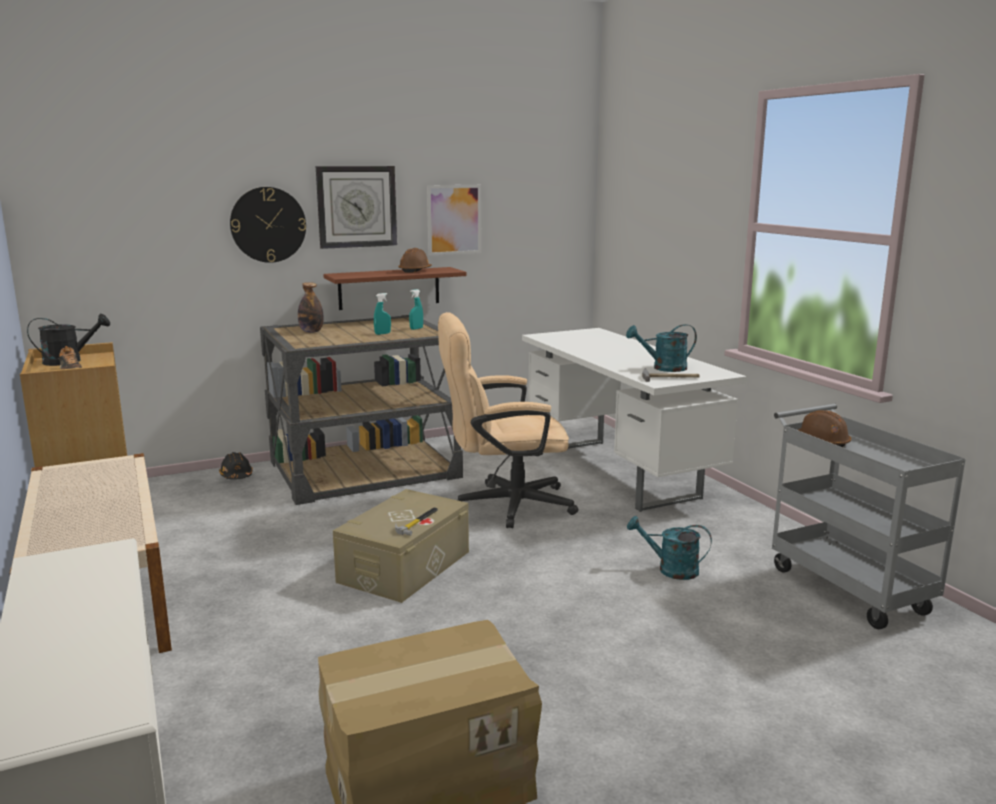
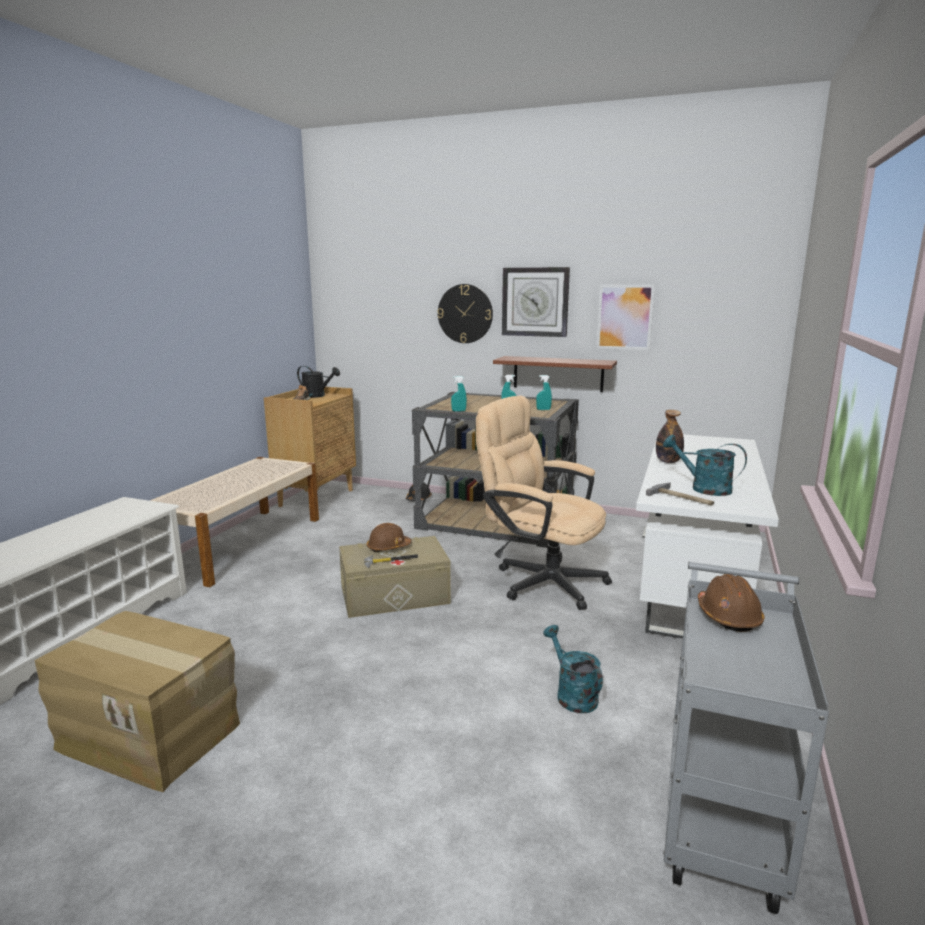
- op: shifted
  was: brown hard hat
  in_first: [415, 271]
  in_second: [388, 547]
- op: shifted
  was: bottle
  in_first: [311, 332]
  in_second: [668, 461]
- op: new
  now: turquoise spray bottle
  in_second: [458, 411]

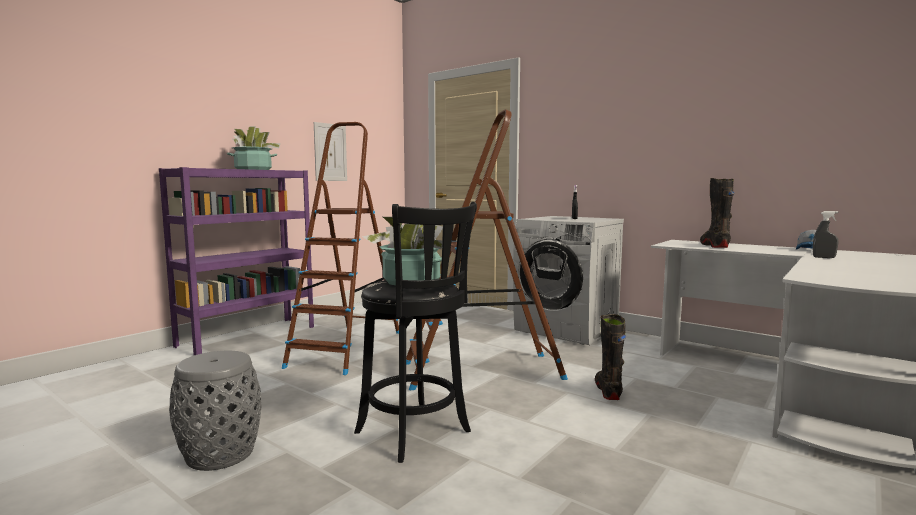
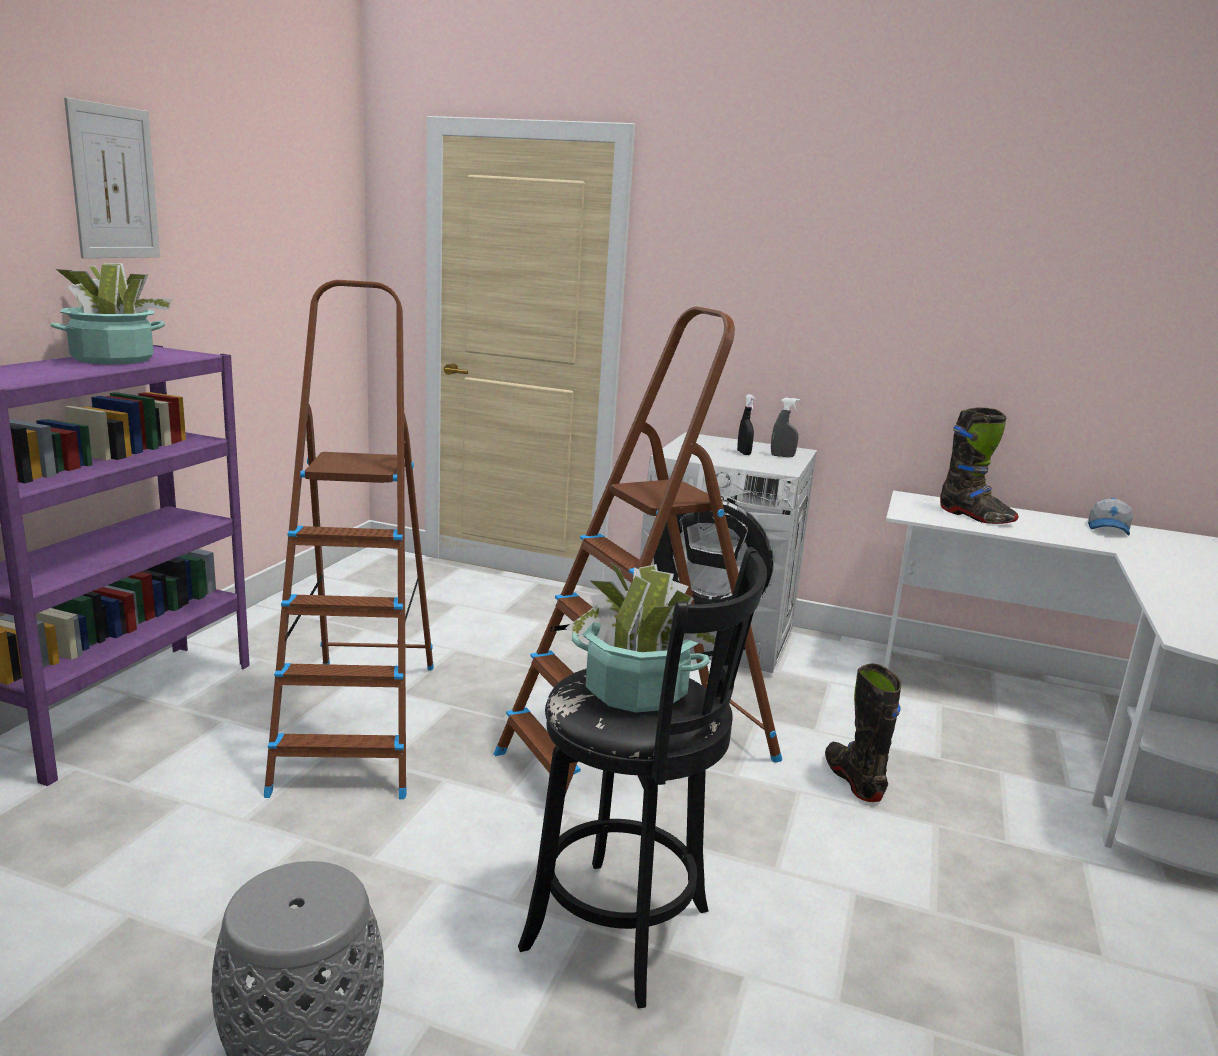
- op: shifted
  was: picture
  in_first: [330, 152]
  in_second: [114, 182]
- op: rotated
  was: black boot
  in_first: [714, 246]
  in_second: [975, 517]
  clockwise: 150
- op: shifted
  was: grey spray bottle
  in_first: [824, 257]
  in_second: [782, 456]

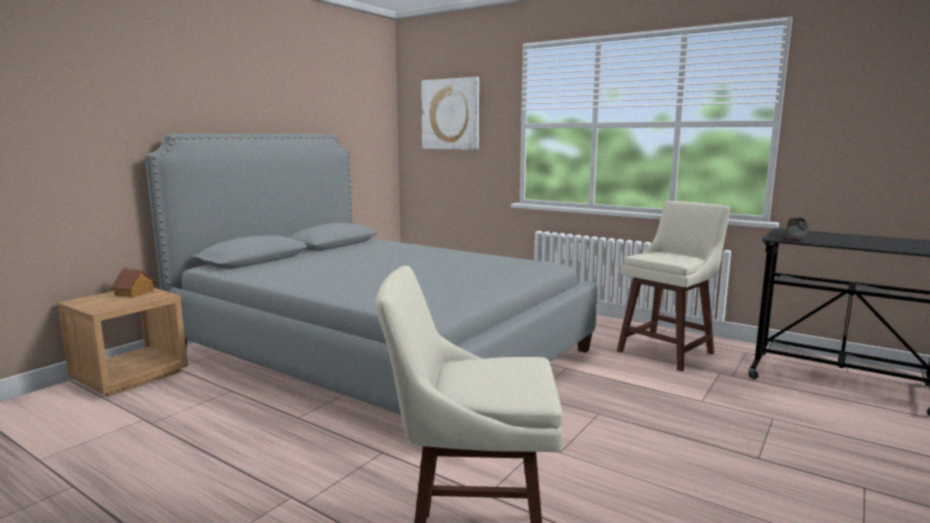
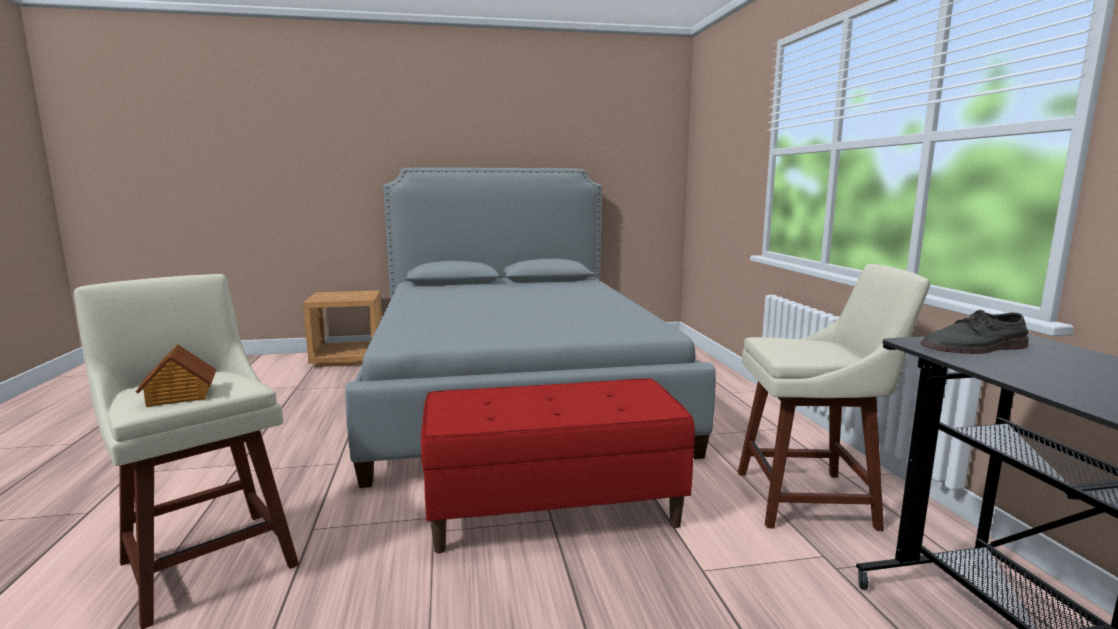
- op: gone
  was: picture
  in_first: [450, 114]
- op: shifted
  was: toy house
  in_first: [135, 293]
  in_second: [179, 396]
- op: new
  now: red bench
  in_second: [553, 510]

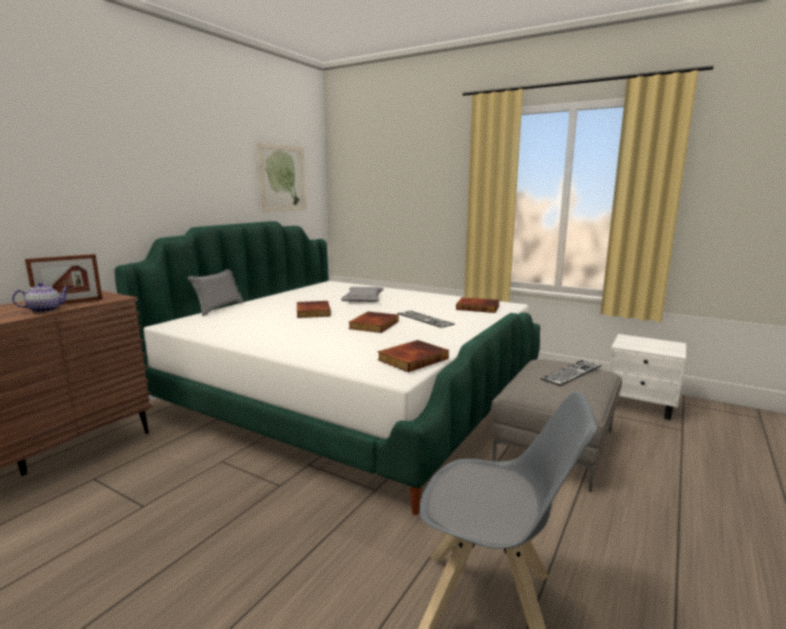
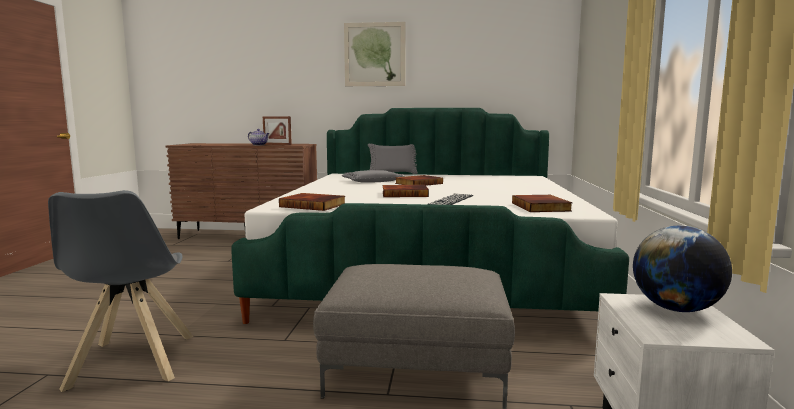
- op: shifted
  was: picture
  in_first: [282, 178]
  in_second: [374, 54]
- op: shifted
  was: grey pillow
  in_first: [363, 299]
  in_second: [373, 181]
- op: gone
  was: keyboard
  in_first: [571, 372]
- op: new
  now: globe
  in_second: [676, 309]

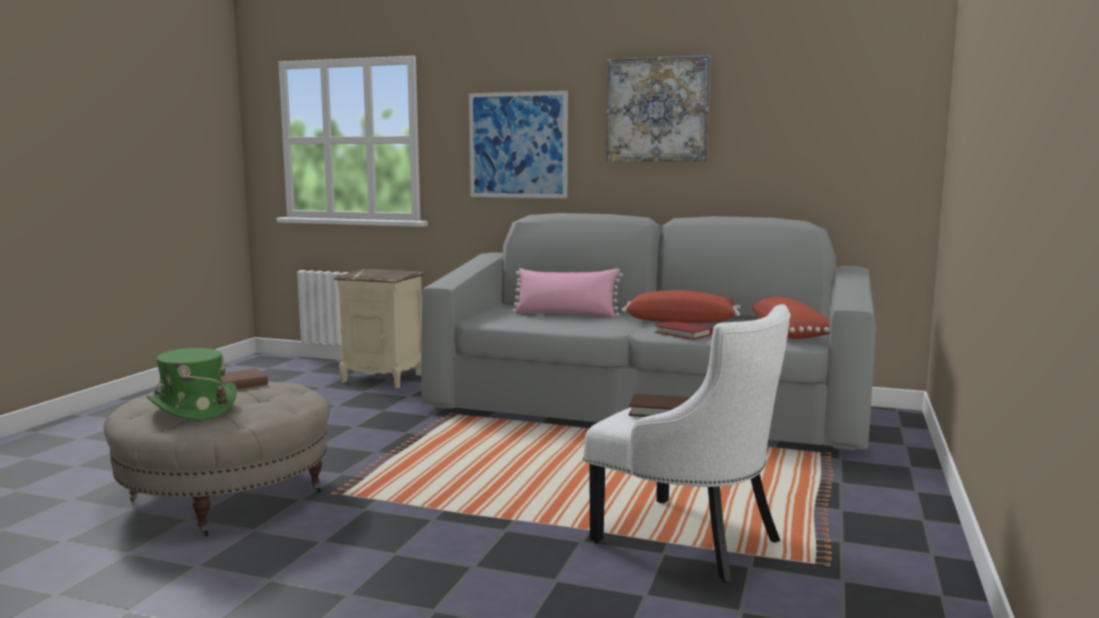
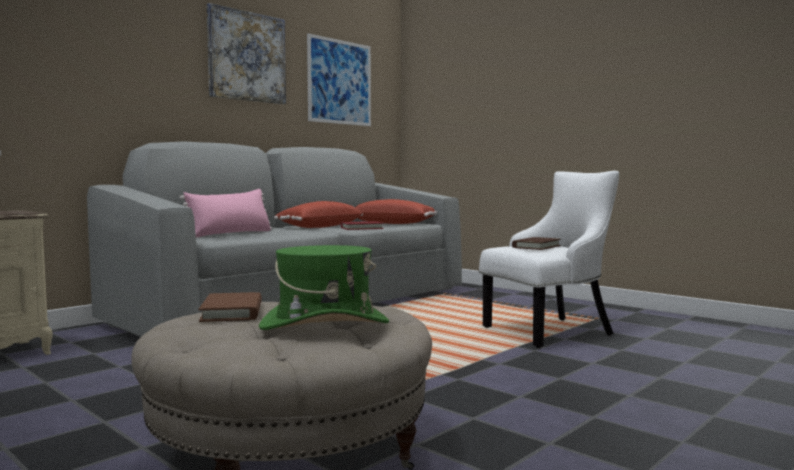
- op: shifted
  was: picture
  in_first: [518, 145]
  in_second: [340, 82]

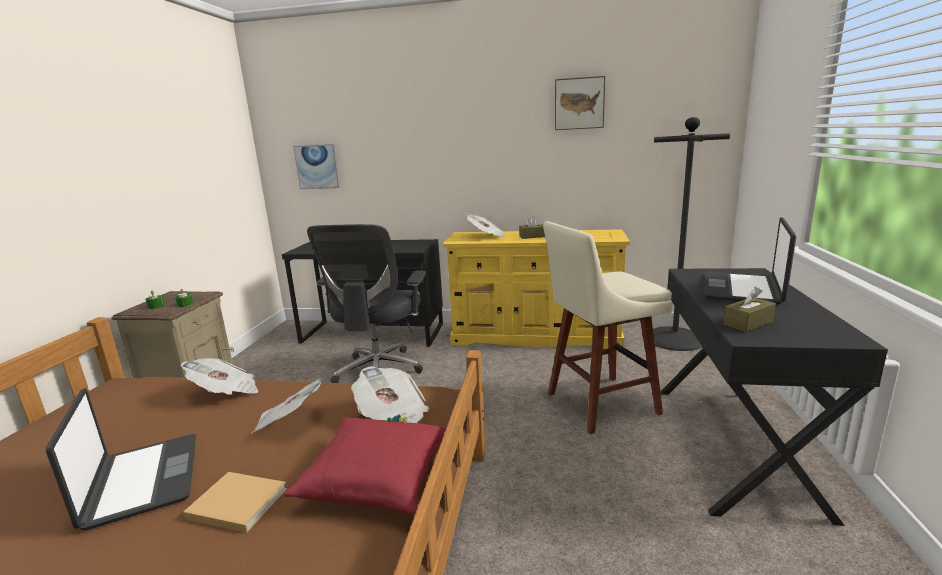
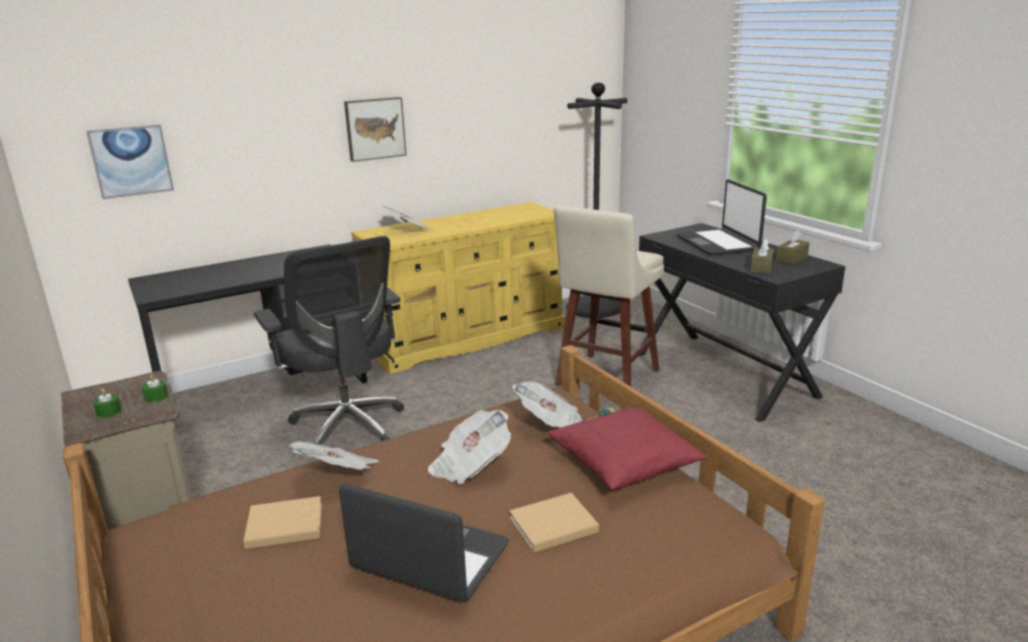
- op: shifted
  was: picture
  in_first: [579, 103]
  in_second: [374, 128]
- op: shifted
  was: brown tissue box
  in_first: [532, 236]
  in_second: [791, 258]
- op: new
  now: beige book
  in_second: [282, 525]

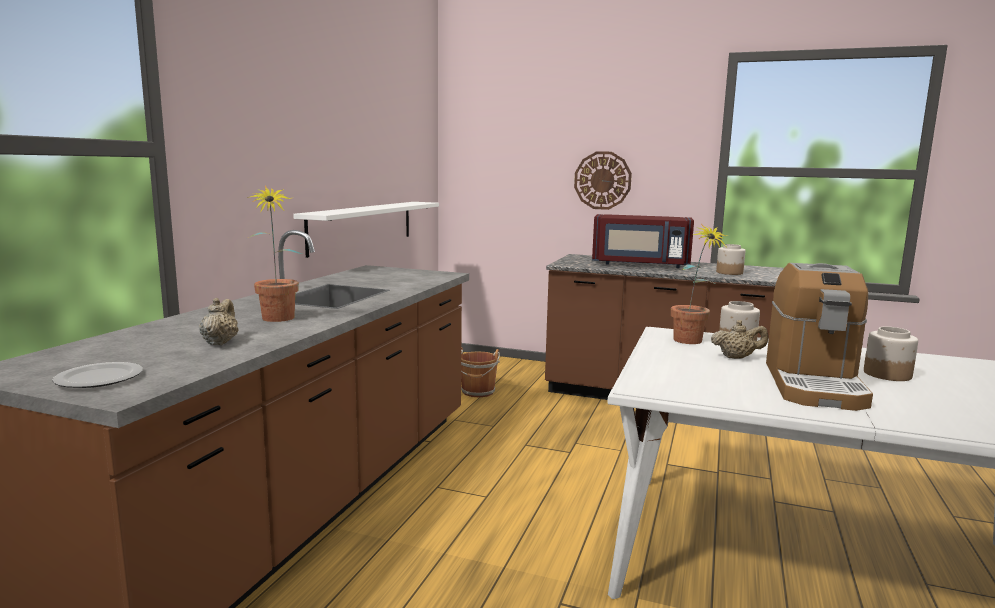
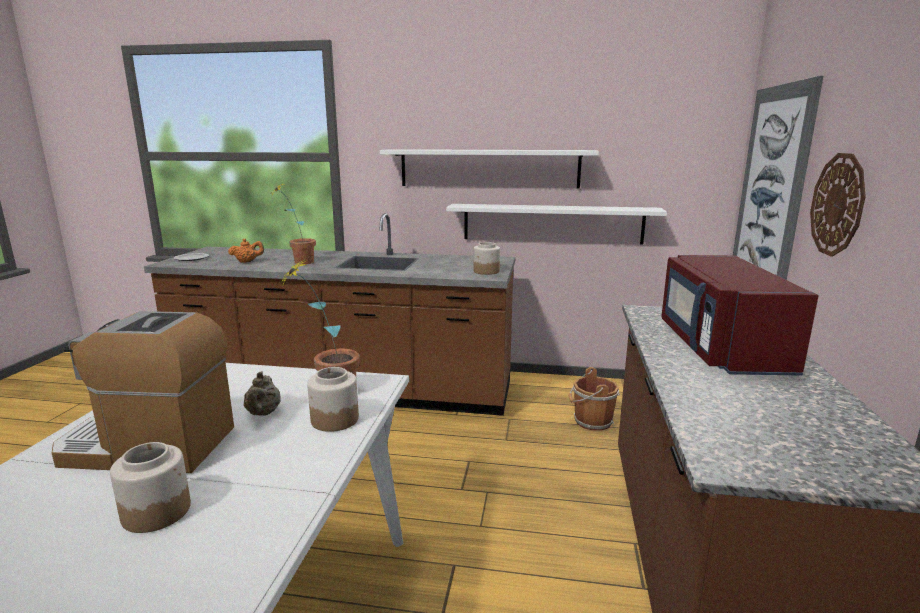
- op: shifted
  was: jar
  in_first: [729, 272]
  in_second: [486, 271]
- op: repainted
  was: beige teapot
  now: orange teapot
  in_first: [220, 342]
  in_second: [247, 262]
- op: new
  now: picture
  in_second: [770, 192]
- op: new
  now: white shelf
  in_second: [489, 168]

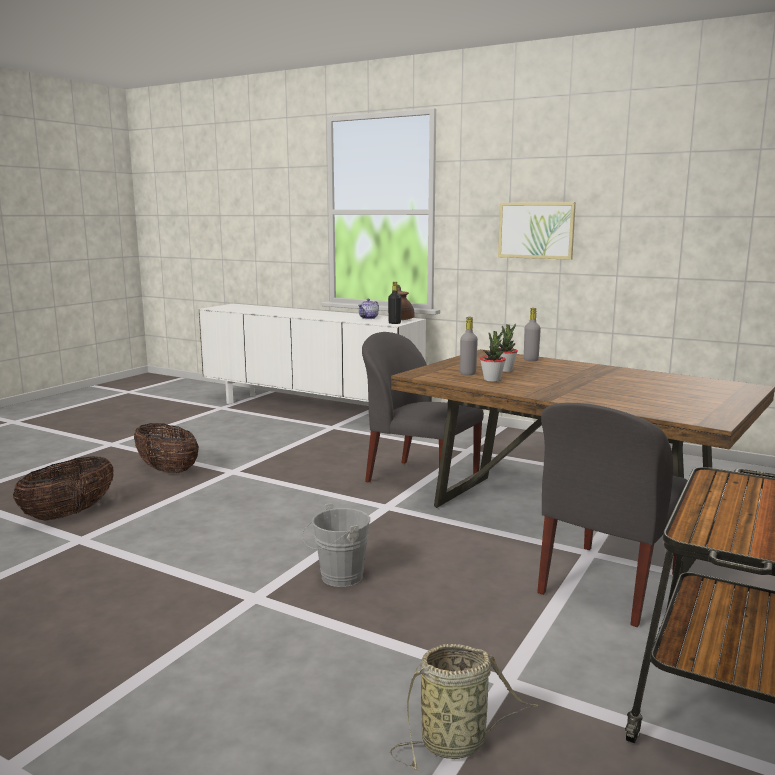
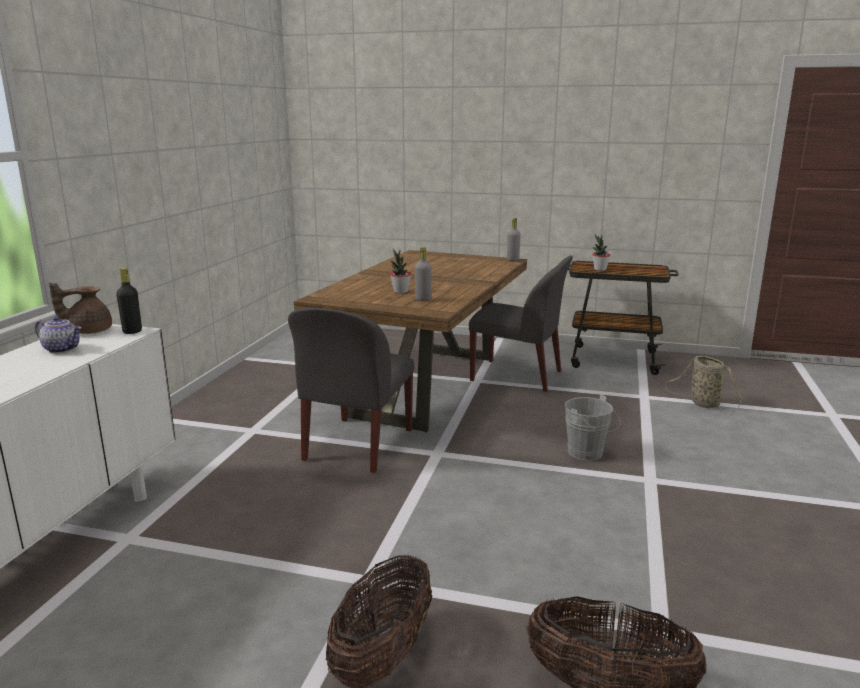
- op: gone
  was: picture
  in_first: [536, 230]
- op: shifted
  was: grey bottle
  in_first: [531, 360]
  in_second: [513, 259]
- op: shifted
  was: potted plant
  in_first: [492, 380]
  in_second: [600, 269]

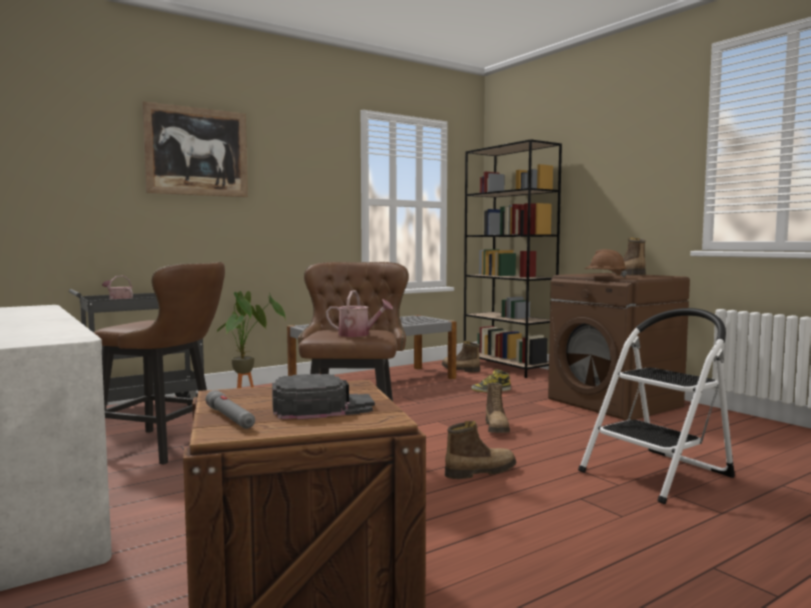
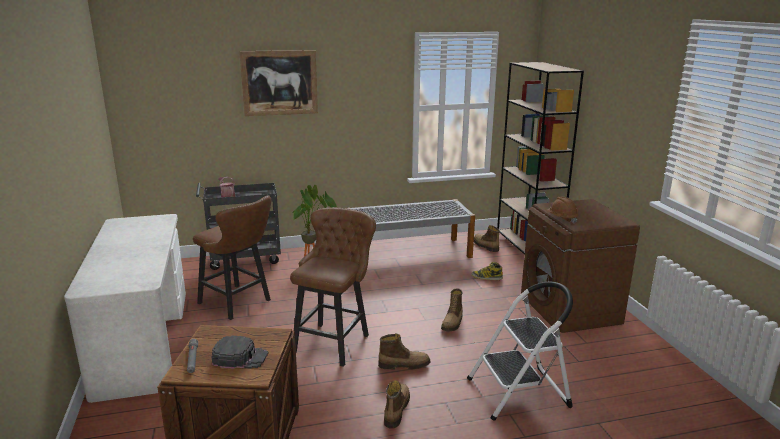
- op: shifted
  was: boot
  in_first: [627, 275]
  in_second: [396, 410]
- op: gone
  was: watering can
  in_first: [358, 334]

